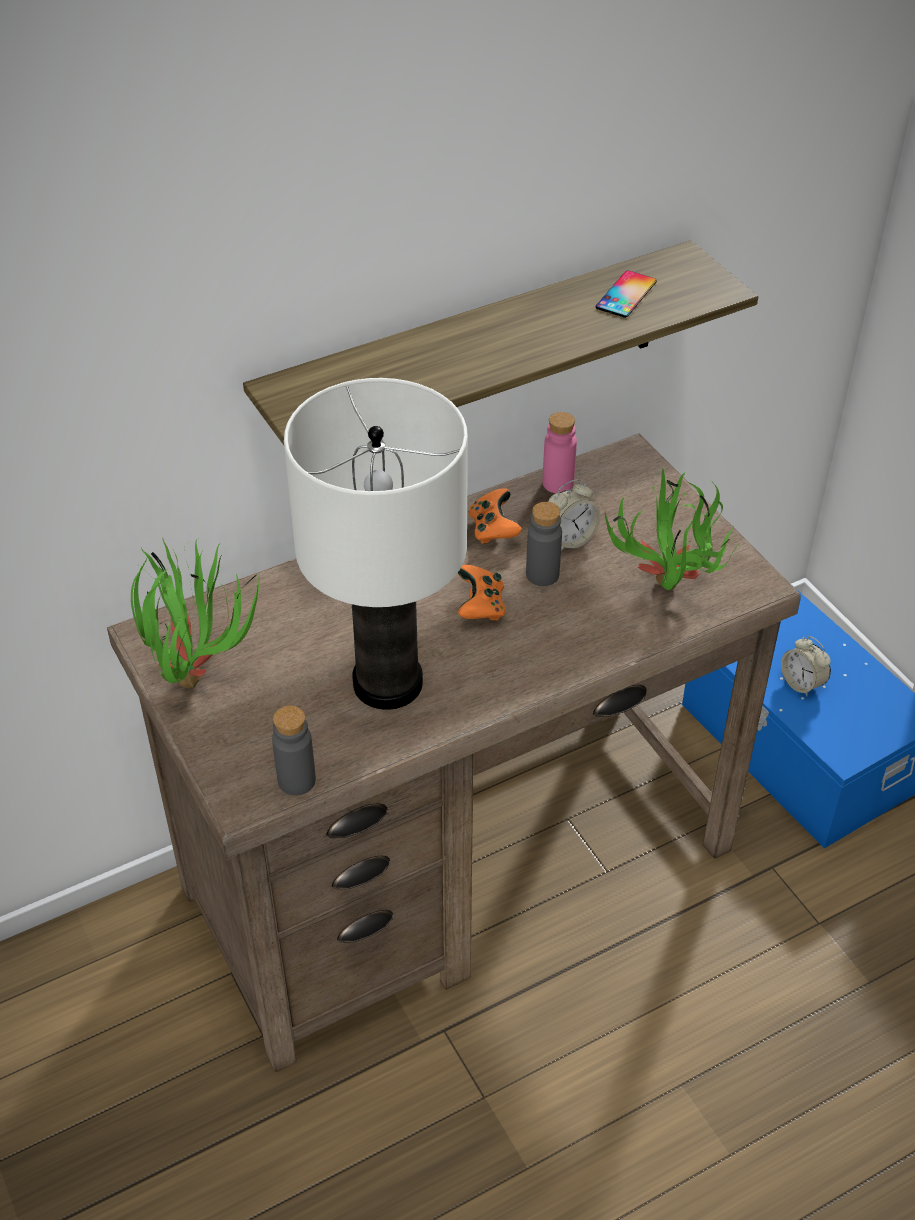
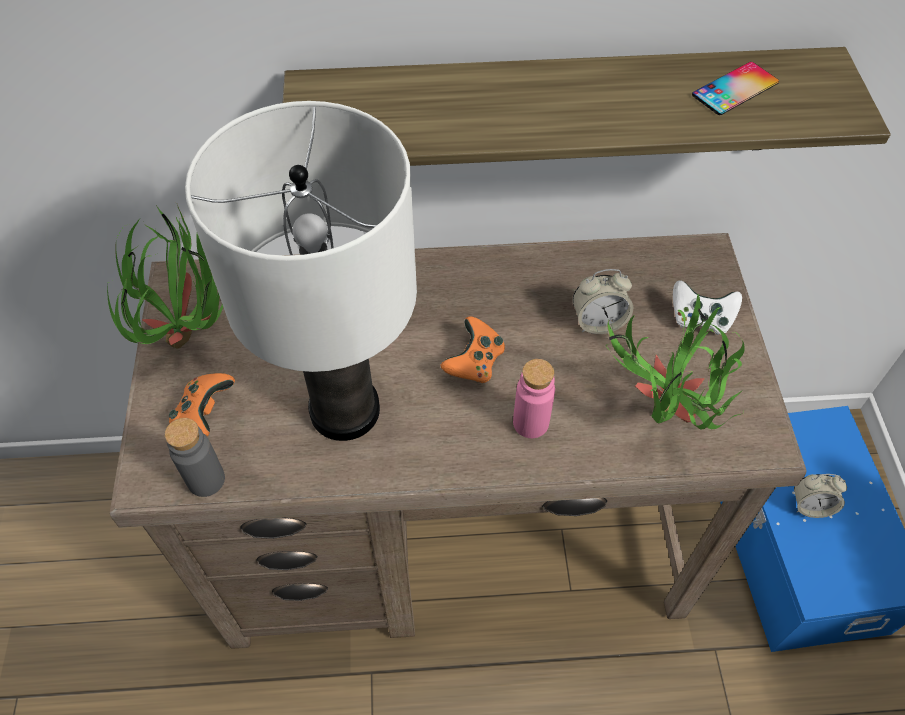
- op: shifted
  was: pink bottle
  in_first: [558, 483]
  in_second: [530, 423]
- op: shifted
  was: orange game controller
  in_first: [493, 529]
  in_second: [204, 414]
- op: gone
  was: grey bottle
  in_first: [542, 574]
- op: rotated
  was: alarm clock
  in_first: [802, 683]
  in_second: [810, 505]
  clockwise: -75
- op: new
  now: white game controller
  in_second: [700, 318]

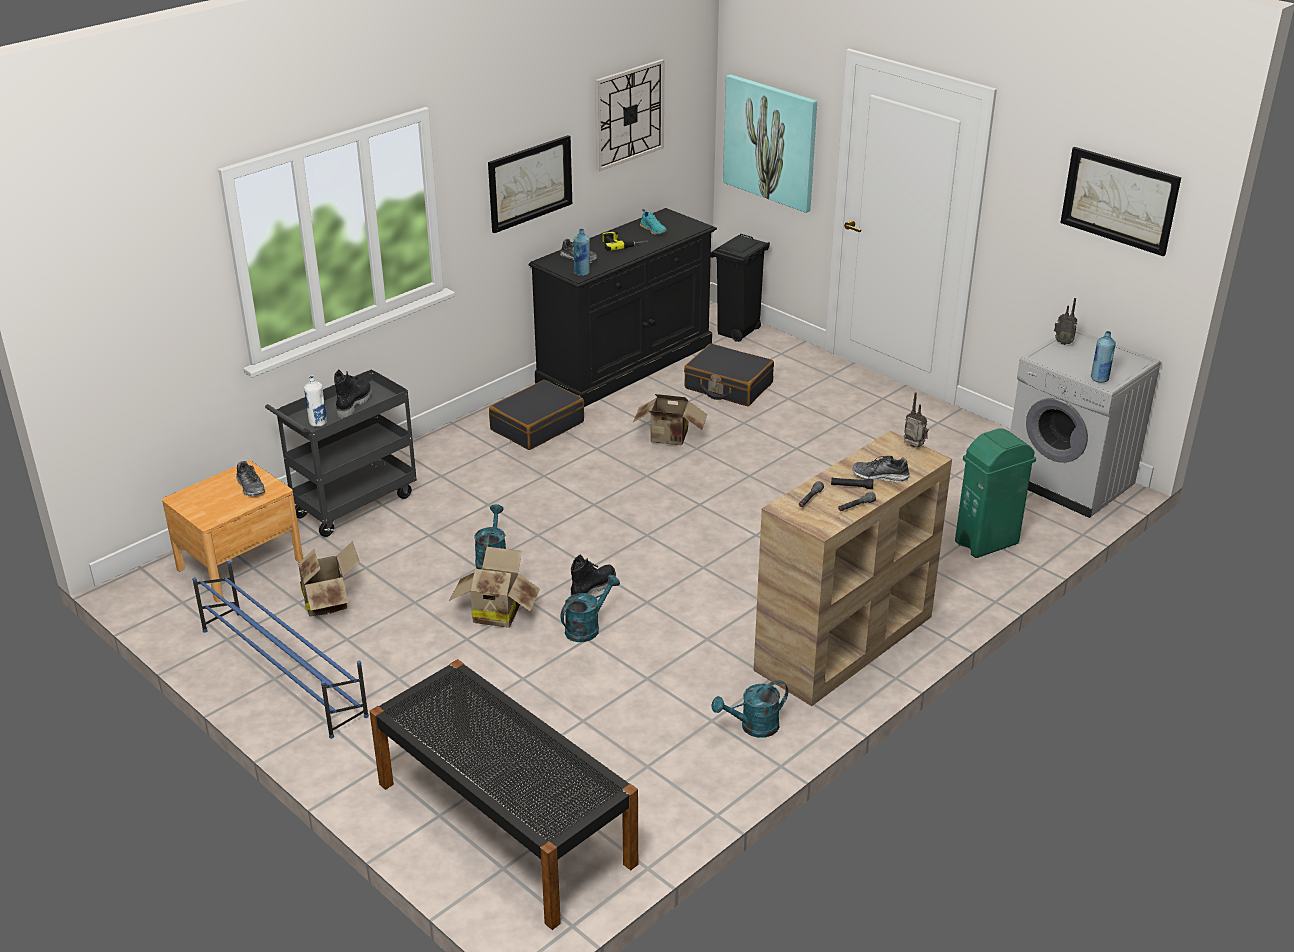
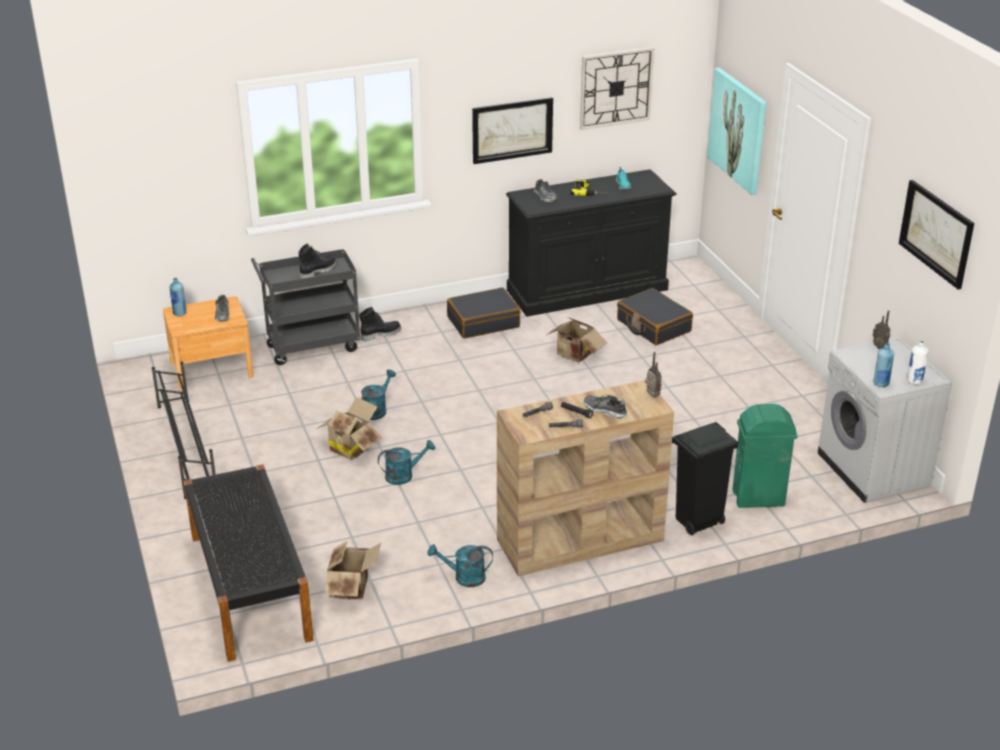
- op: shifted
  was: blue bottle
  in_first: [582, 273]
  in_second: [180, 313]
- op: shifted
  was: black trash can
  in_first: [737, 332]
  in_second: [697, 522]
- op: shifted
  was: white bottle
  in_first: [318, 423]
  in_second: [914, 381]
- op: shifted
  was: cardboard box
  in_first: [329, 601]
  in_second: [352, 587]
- op: shifted
  was: black boot
  in_first: [592, 589]
  in_second: [380, 334]
- op: repainted
  was: blue shoe rack
  now: black shoe rack
  in_first: [282, 671]
  in_second: [187, 447]

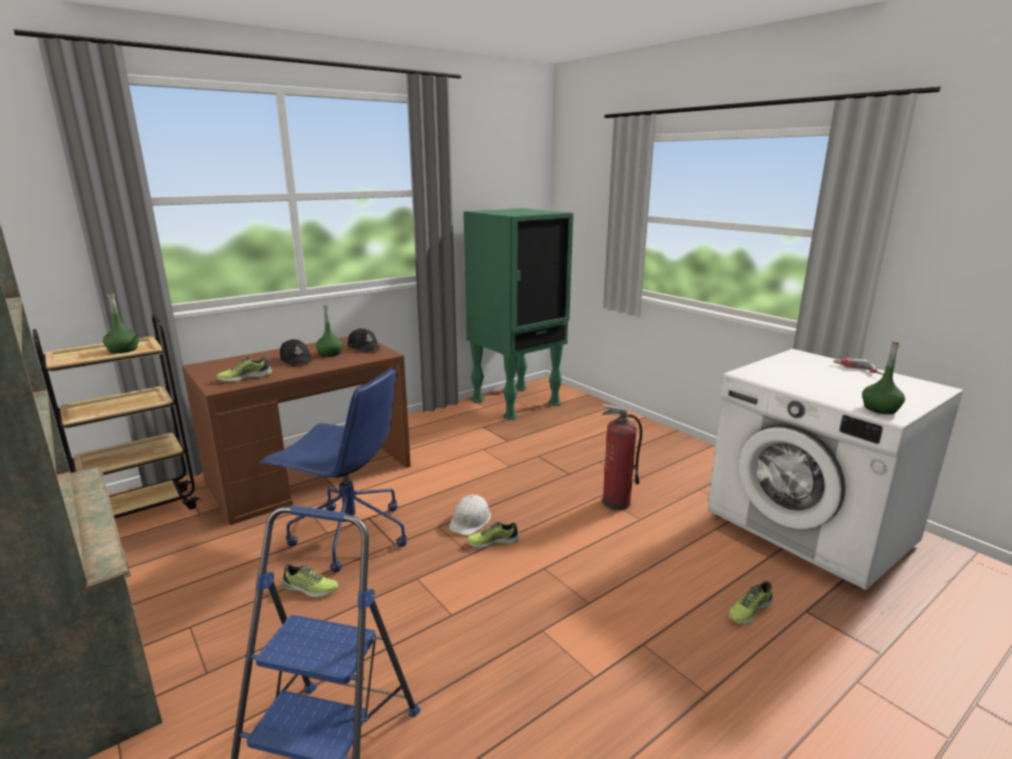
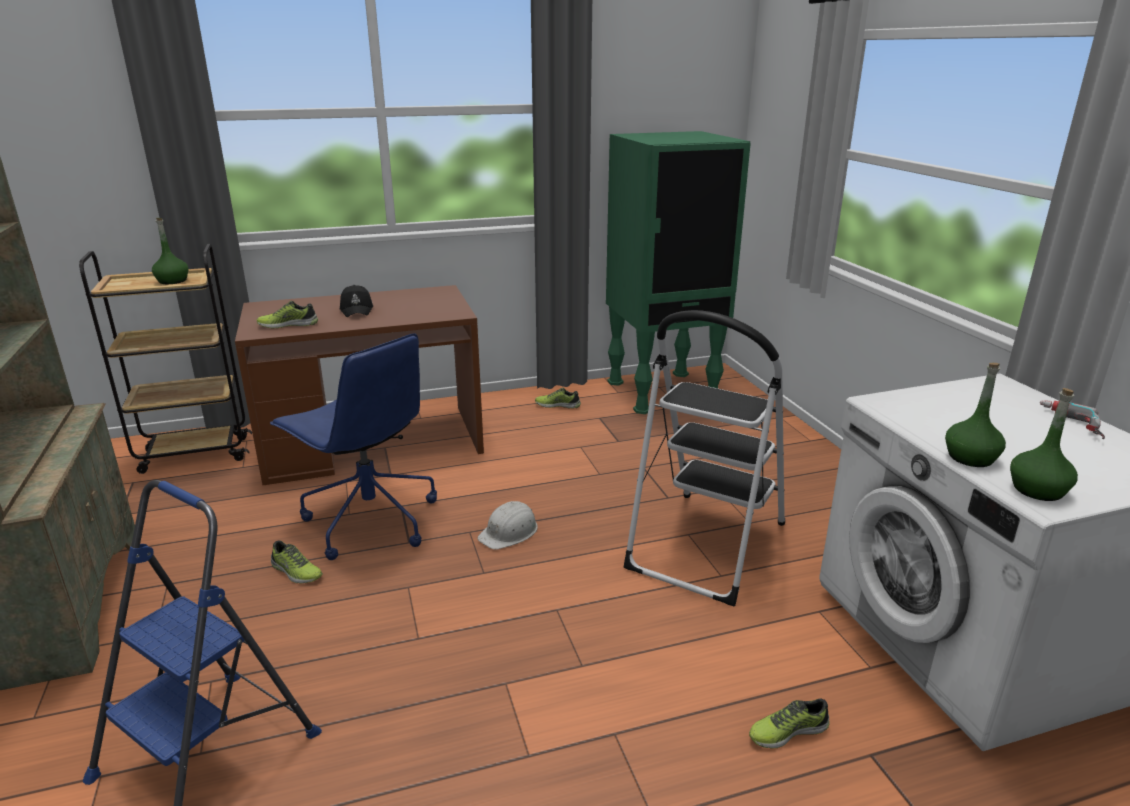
- op: shifted
  was: green bottle
  in_first: [330, 353]
  in_second: [970, 457]
- op: gone
  was: black cap
  in_first: [364, 347]
- op: swapped
  was: fire extinguisher
  now: step ladder
  in_first: [616, 502]
  in_second: [703, 547]
- op: shifted
  was: shoe
  in_first: [493, 541]
  in_second: [558, 405]

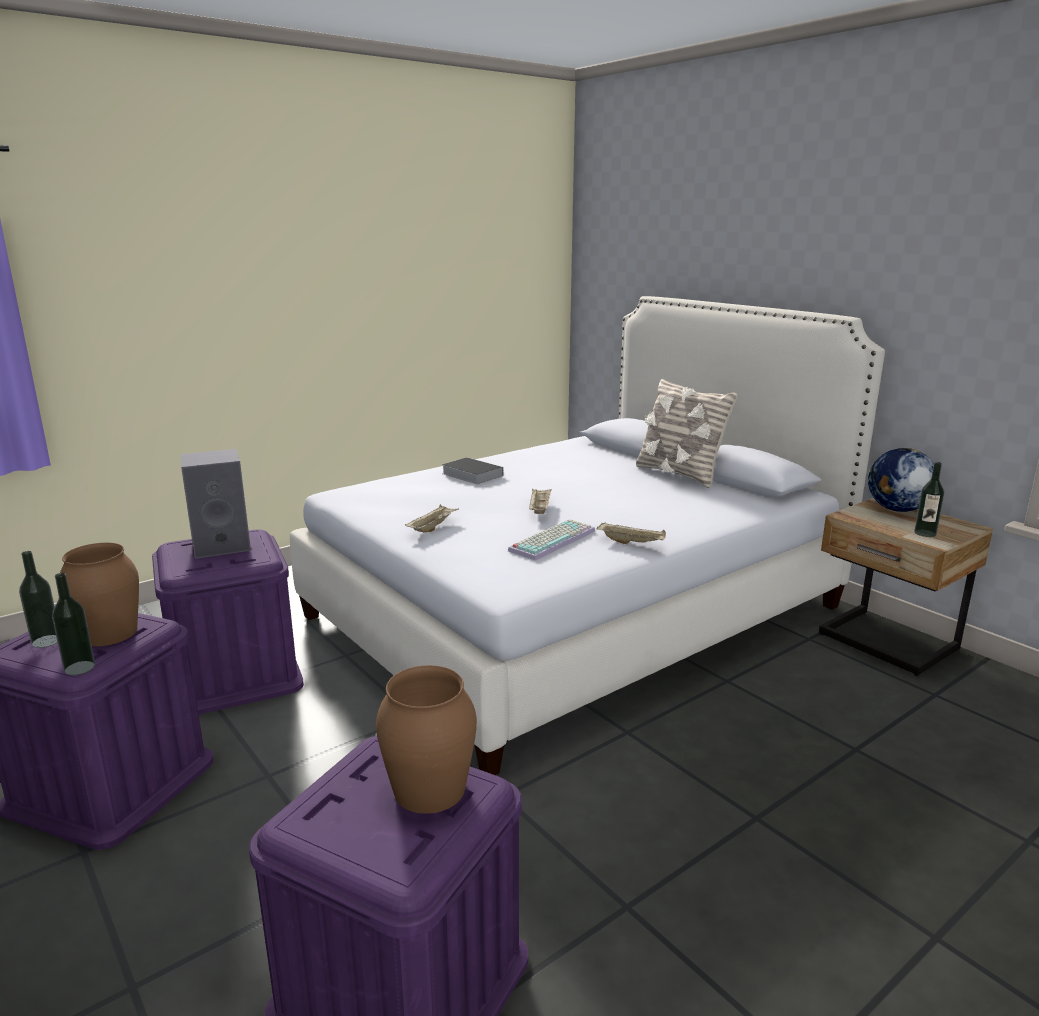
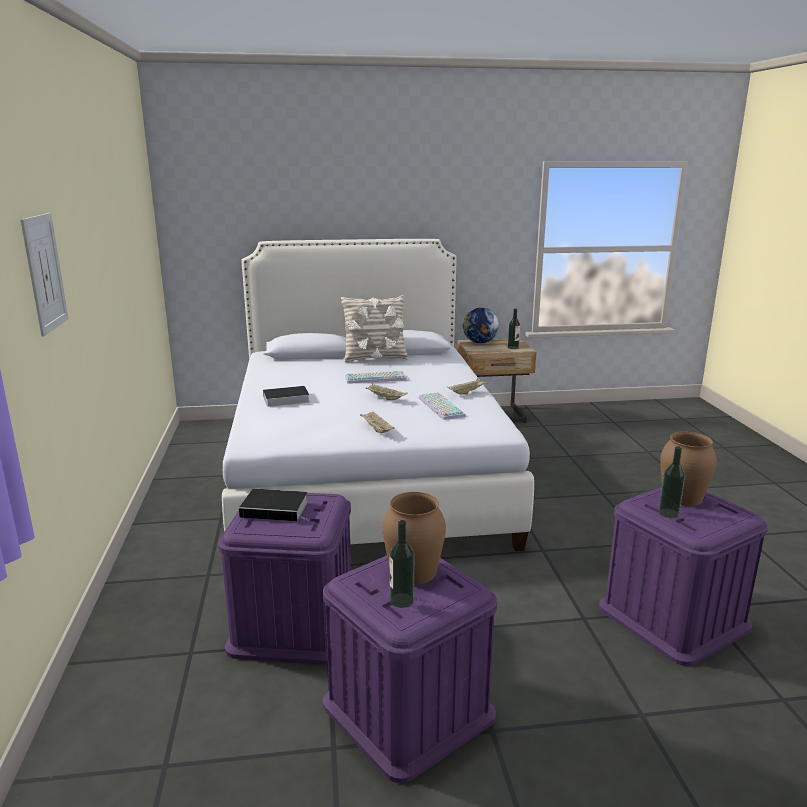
- op: swapped
  was: grey speaker
  now: book
  in_first: [223, 545]
  in_second: [276, 509]
- op: shifted
  was: bottle
  in_first: [79, 668]
  in_second: [668, 513]
- op: new
  now: picture
  in_second: [45, 273]
- op: new
  now: keyboard
  in_second: [376, 378]

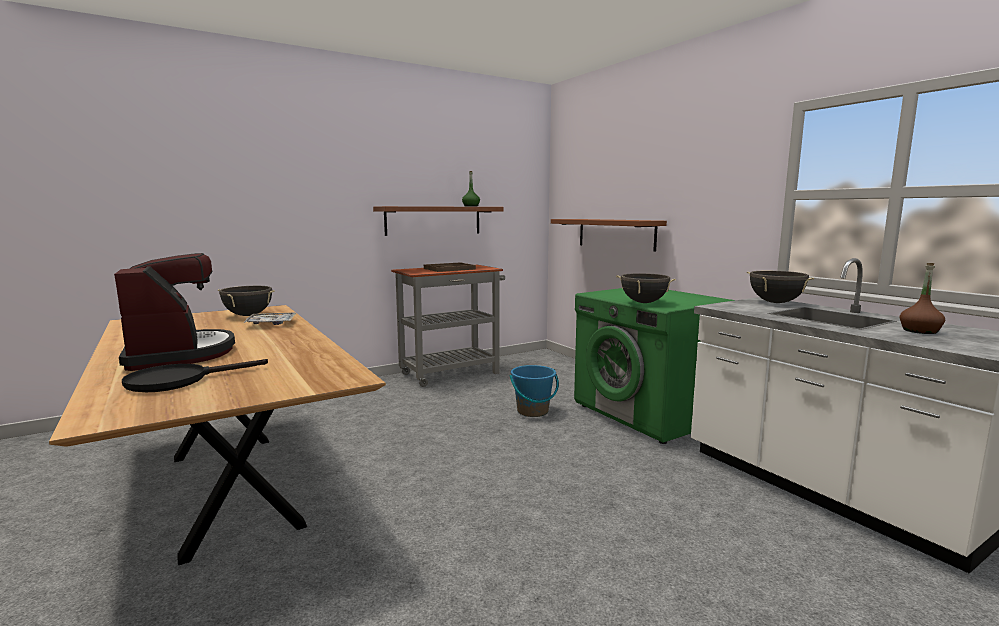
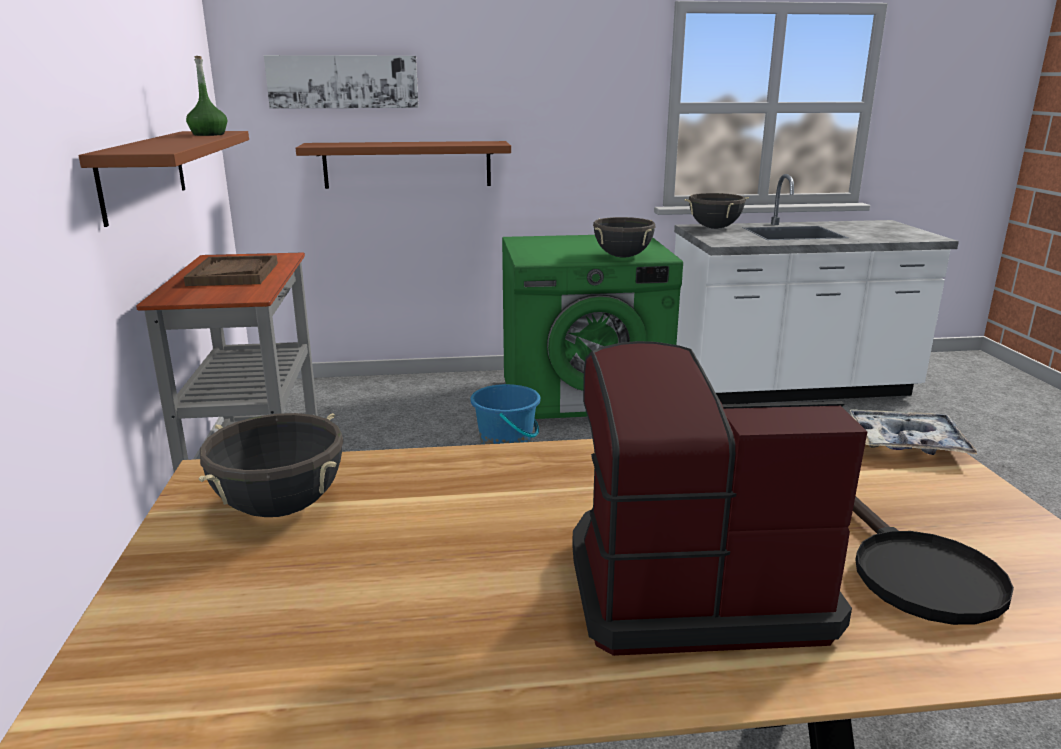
- op: gone
  was: brown bottle
  in_first: [919, 331]
- op: shifted
  was: tray
  in_first: [271, 323]
  in_second: [907, 443]
- op: new
  now: picture
  in_second: [343, 82]

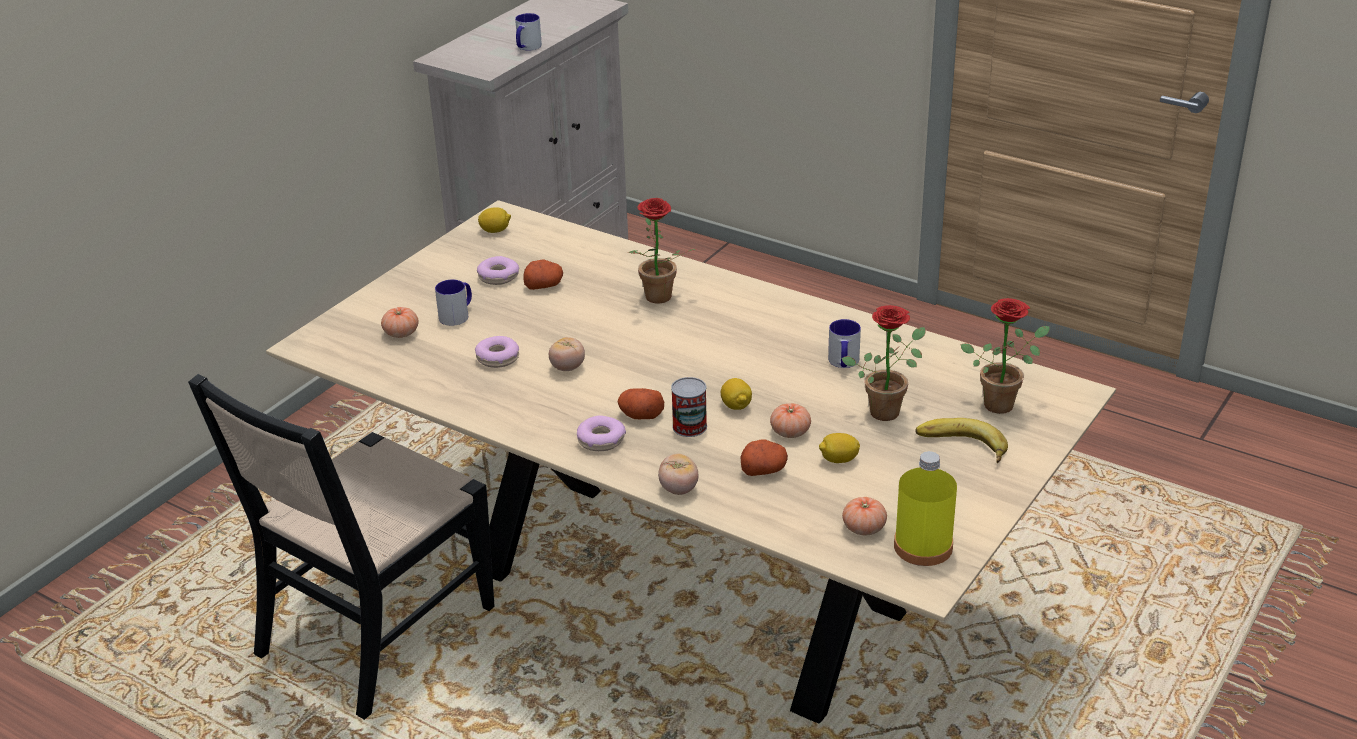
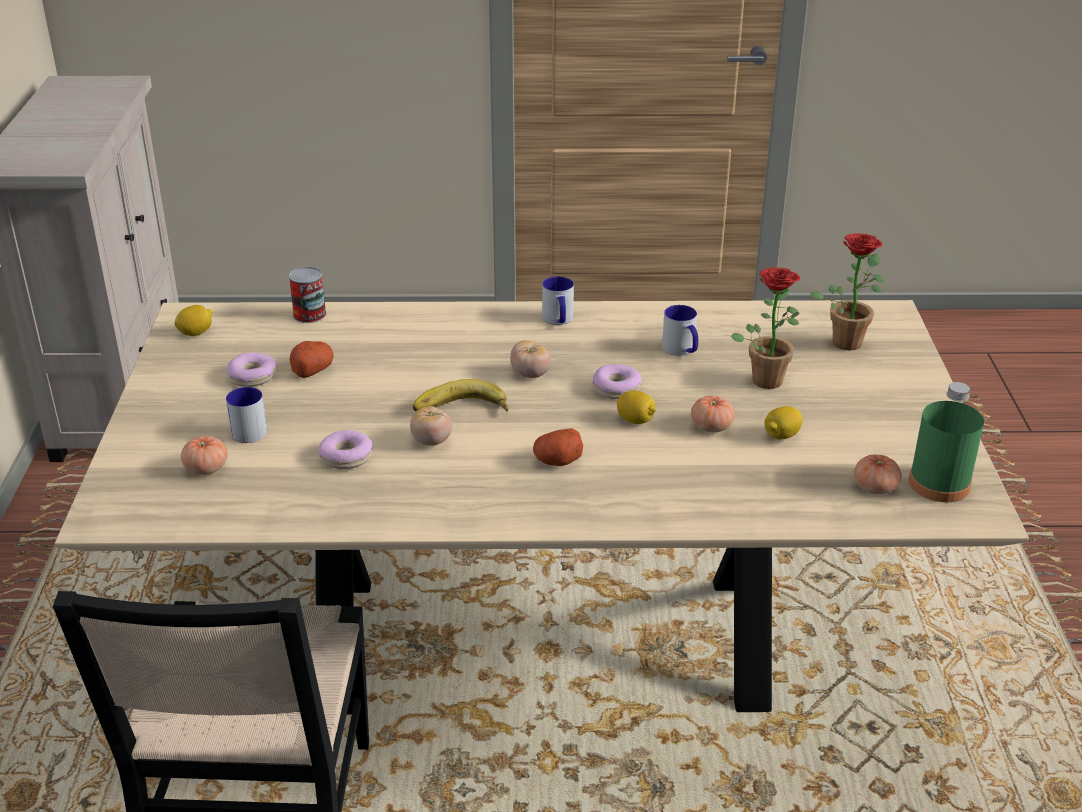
- op: shifted
  was: mug
  in_first: [527, 47]
  in_second: [558, 320]
- op: gone
  was: potted plant
  in_first: [656, 300]
- op: shifted
  was: can
  in_first: [689, 426]
  in_second: [309, 314]
- op: shifted
  was: donut
  in_first: [601, 440]
  in_second: [616, 388]
- op: shifted
  was: banana
  in_first: [961, 447]
  in_second: [461, 410]
- op: gone
  was: potato
  in_first: [764, 469]
- op: repainted
  was: yellow bottle
  now: green bottle
  in_first: [923, 546]
  in_second: [939, 483]
- op: shifted
  was: tomato
  in_first: [679, 489]
  in_second: [530, 374]

